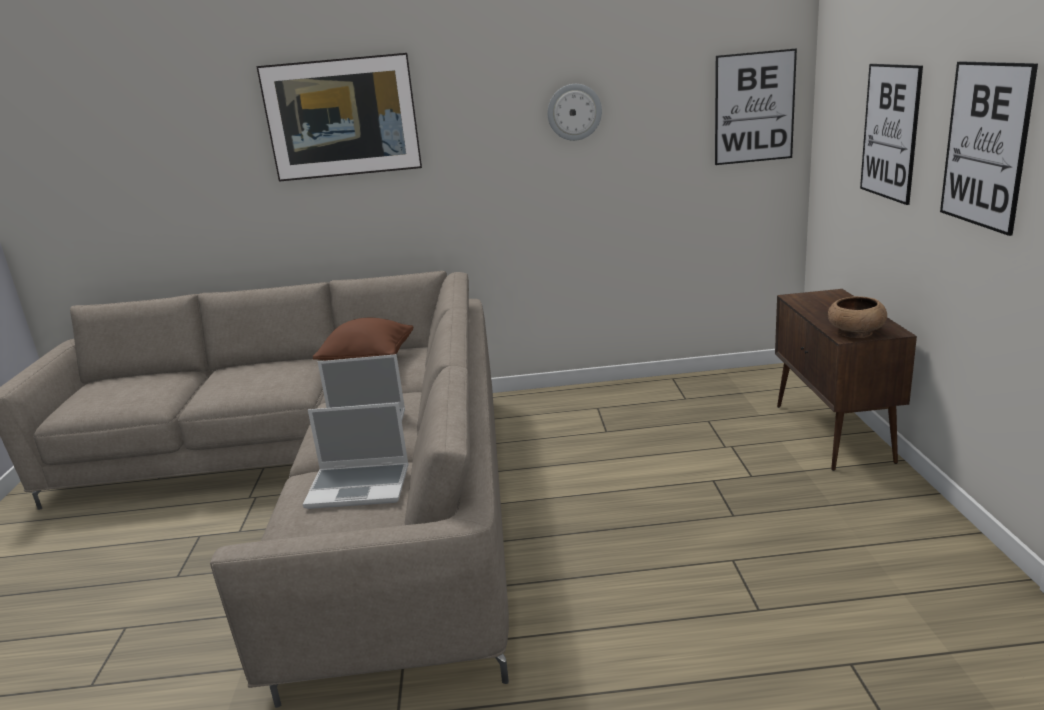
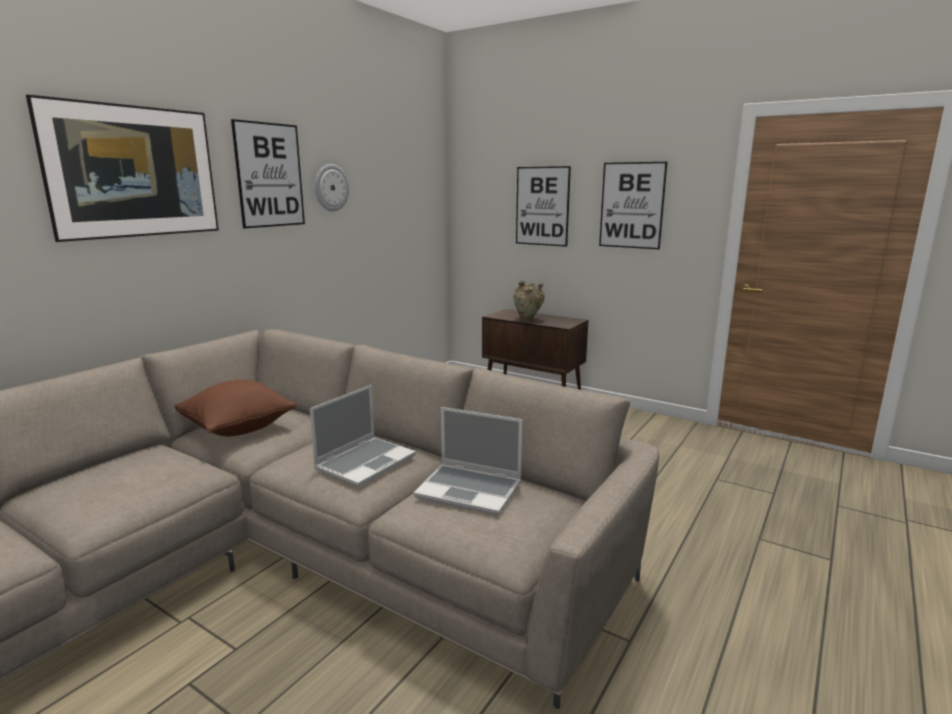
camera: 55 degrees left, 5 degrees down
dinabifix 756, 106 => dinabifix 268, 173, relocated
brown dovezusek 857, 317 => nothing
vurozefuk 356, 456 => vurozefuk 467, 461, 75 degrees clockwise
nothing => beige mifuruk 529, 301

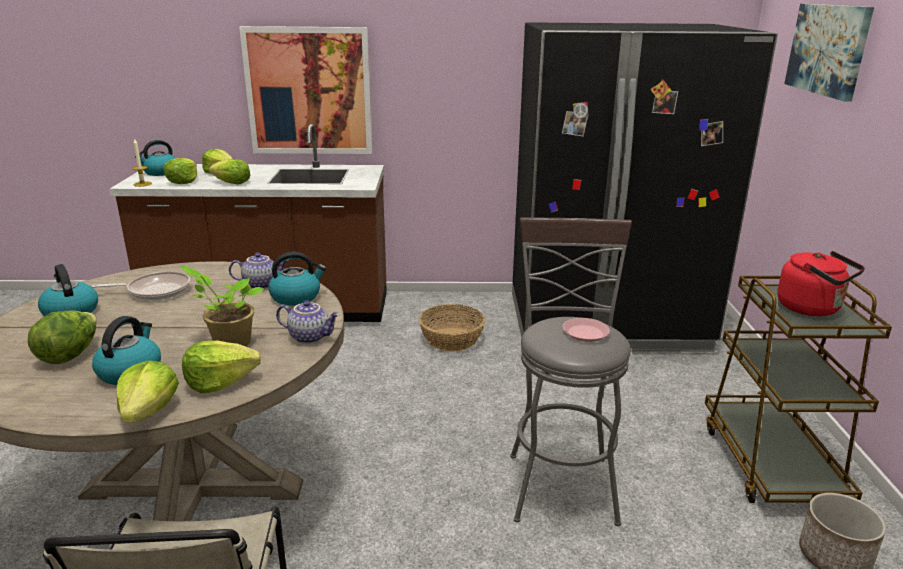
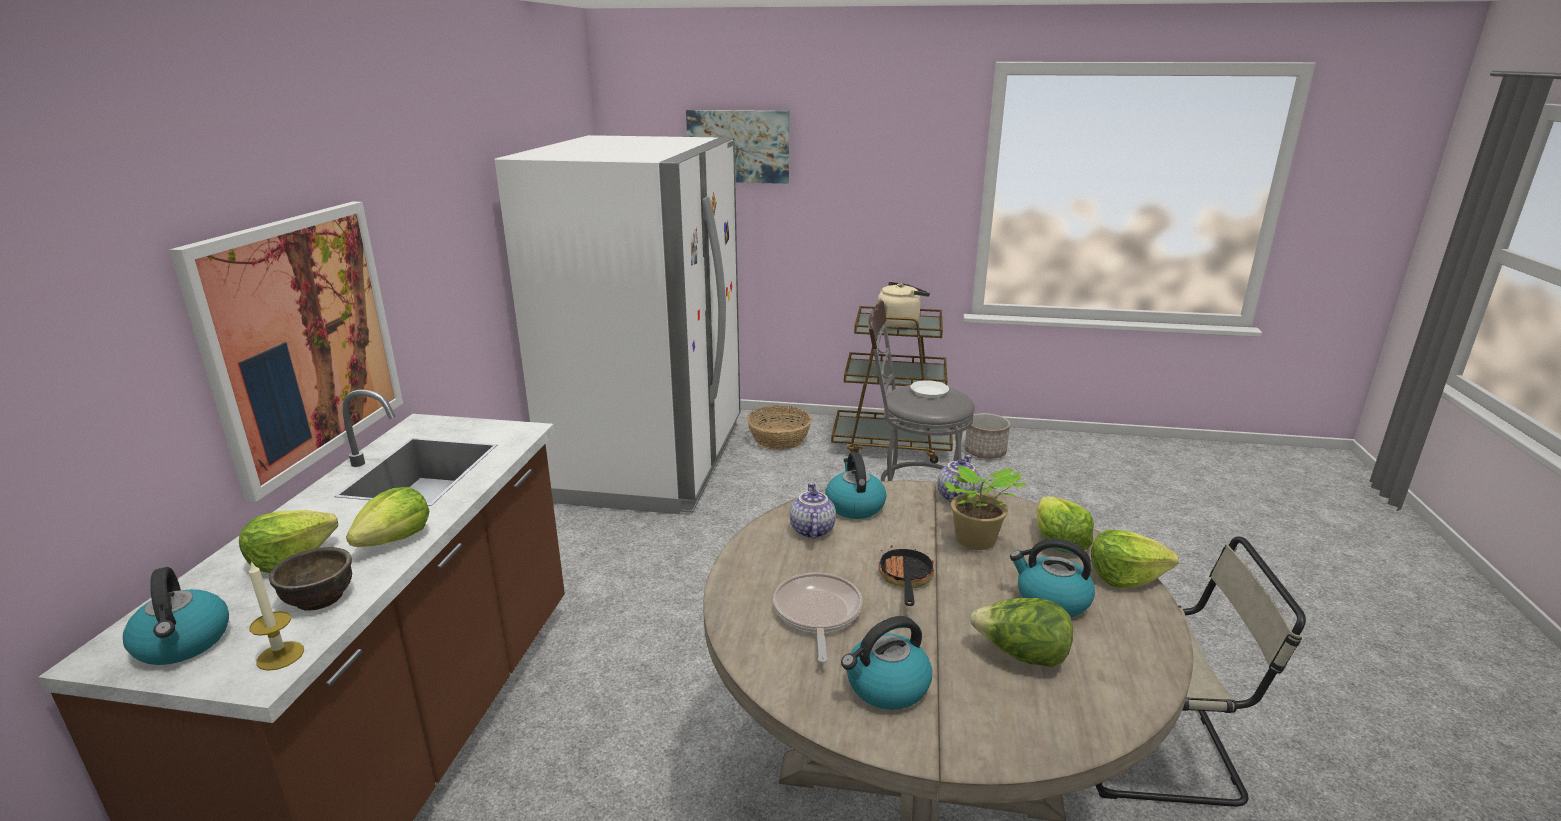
camera: 80 degrees left, 0 degrees up
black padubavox 645, 187 => white padubavox 617, 324
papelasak 180, 171 => brown dovezusek 310, 579
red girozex 821, 283 => beige girozex 903, 304
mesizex 452, 327 => mesizex 779, 427, relocated
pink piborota 586, 330 => white piborota 929, 389
nothing => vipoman 906, 575

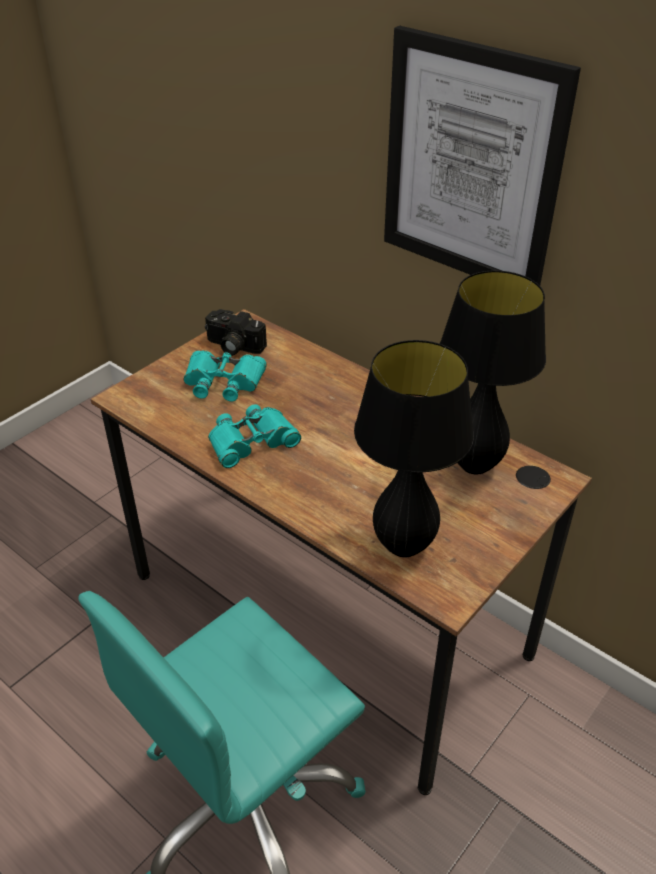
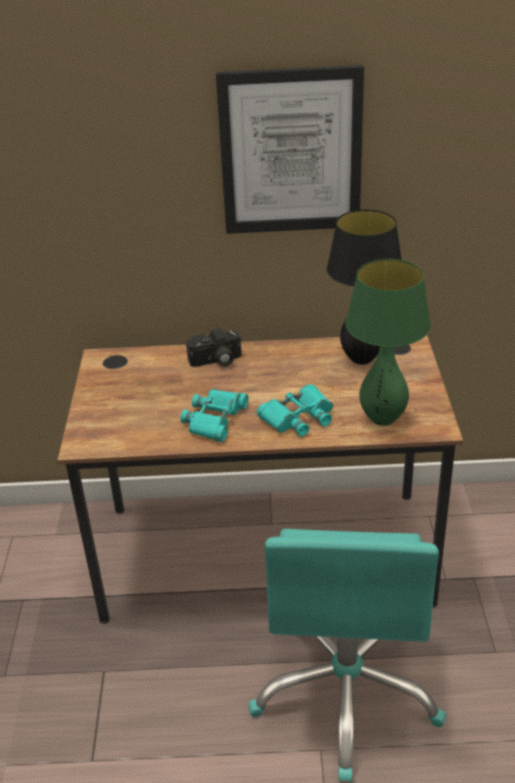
camera: 40 degrees left, 5 degrees down
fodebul 236, 332 => fodebul 213, 347, relocated
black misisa 414, 449 => green misisa 388, 342
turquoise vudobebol 225, 376 => turquoise vudobebol 295, 410, relocated

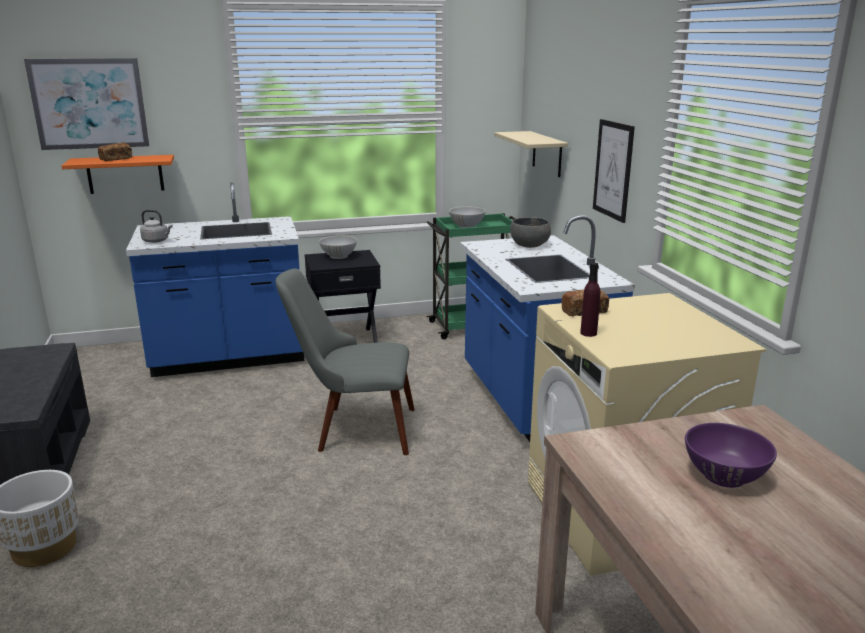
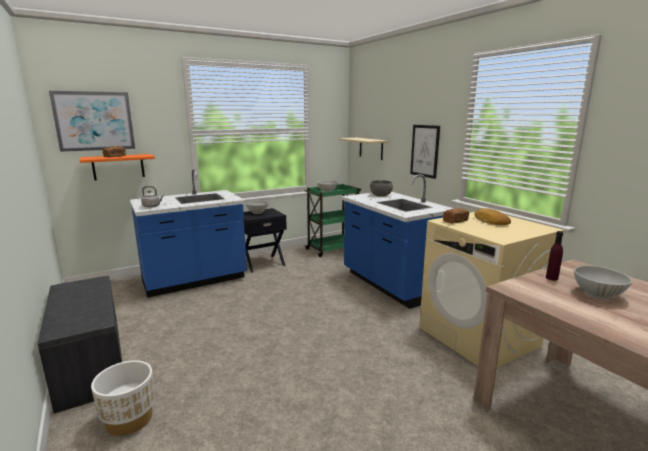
camera: 15 degrees left, 5 degrees down
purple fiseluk 590, 299 => purple fiseluk 554, 256, relocated
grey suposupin 345, 361 => nothing
purple dovezusek 731, 455 => white dovezusek 603, 282
nothing => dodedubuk 492, 216

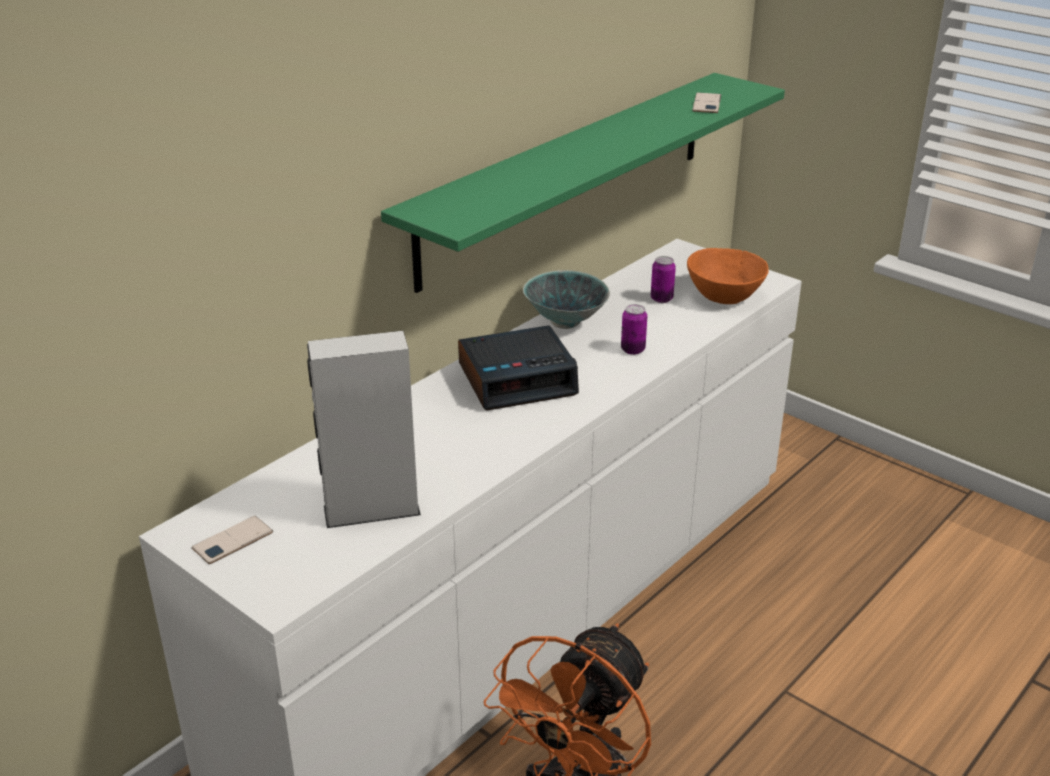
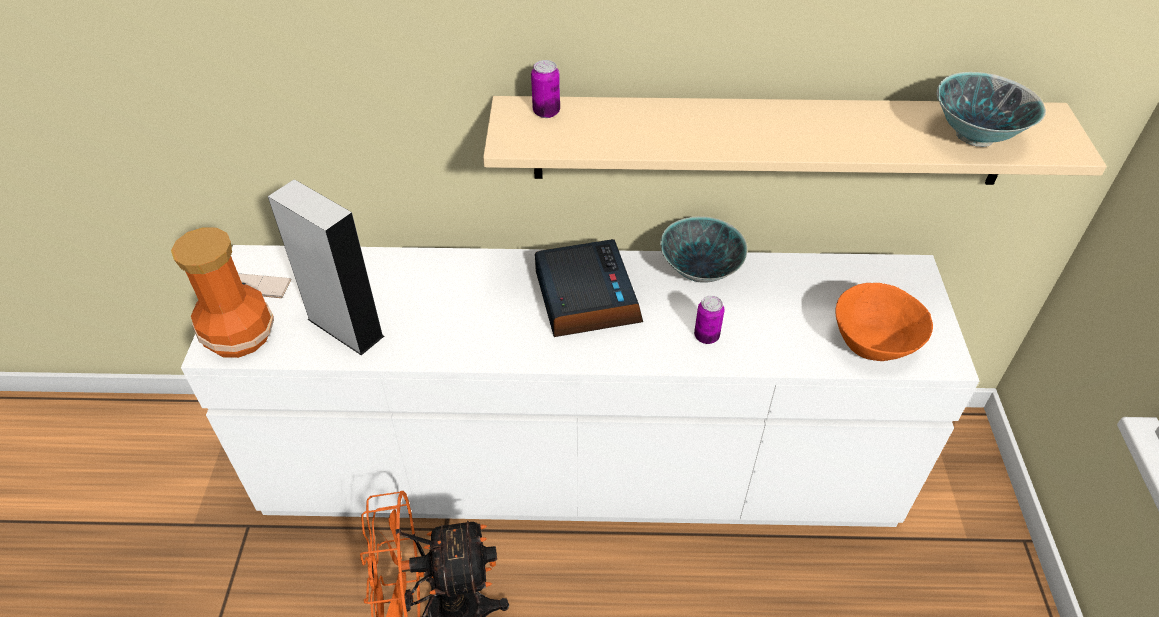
camera: 50 degrees right, 15 degrees up
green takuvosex 583, 183 => beige takuvosex 795, 140
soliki 706, 102 => dovezusek 991, 109
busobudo 663, 279 => busobudo 545, 89, relocated
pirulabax 518, 368 => pirulabax 589, 288, 135 degrees counterclockwise
nothing => mifuruk 222, 292

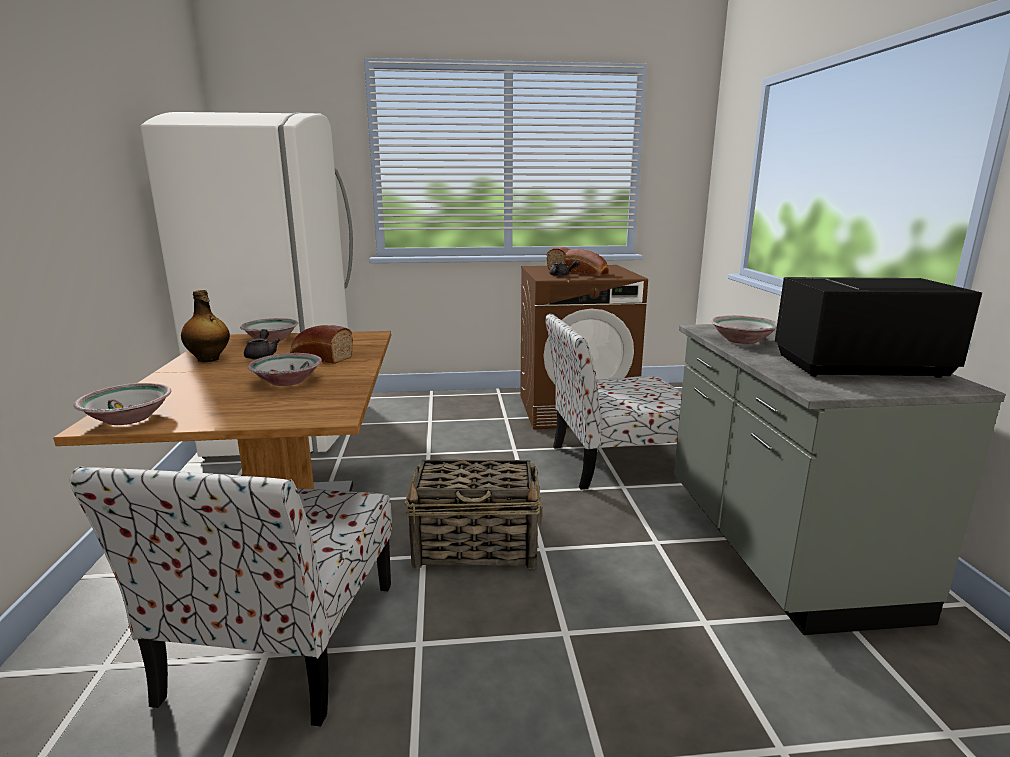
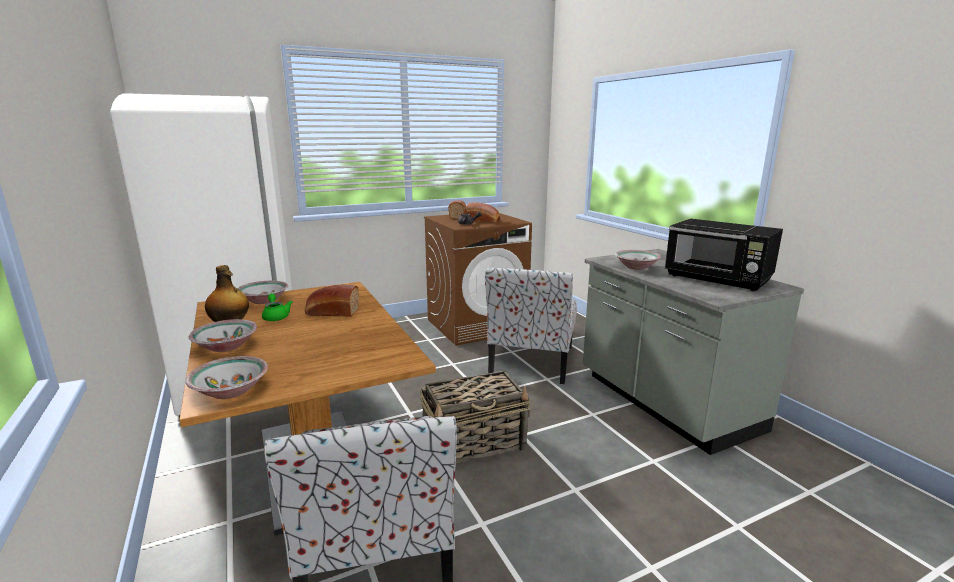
camera: 20 degrees left, 0 degrees up
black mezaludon 878, 327 => black mezaludon 724, 255, 120 degrees counterclockwise
suposupin 613, 402 => suposupin 531, 325, 45 degrees counterclockwise
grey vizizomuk 262, 344 => green vizizomuk 277, 307
dovezusek 285, 369 => dovezusek 223, 335, relocated

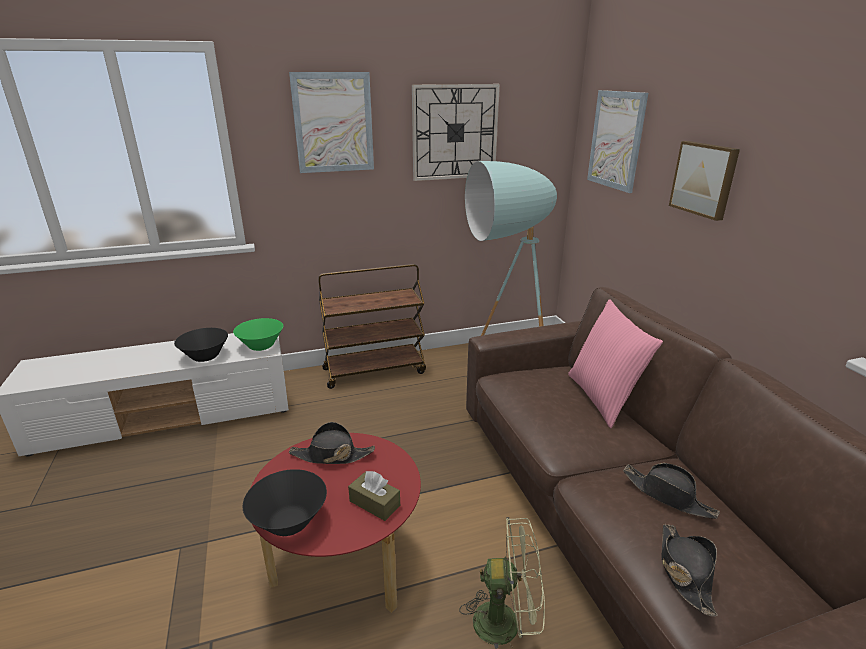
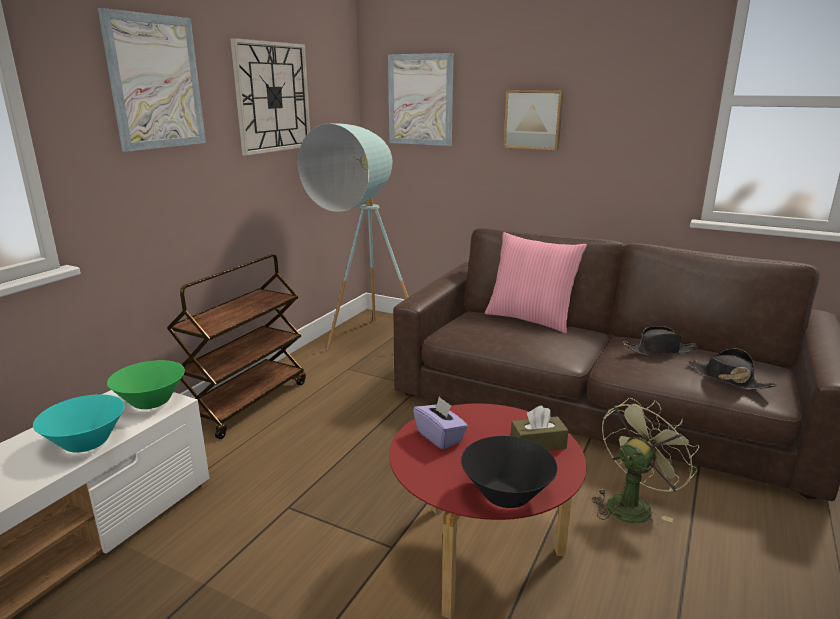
camera: 45 degrees left, 5 degrees down
black dovezusek 201, 345 => turquoise dovezusek 79, 423
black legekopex 332, 443 => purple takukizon 440, 423

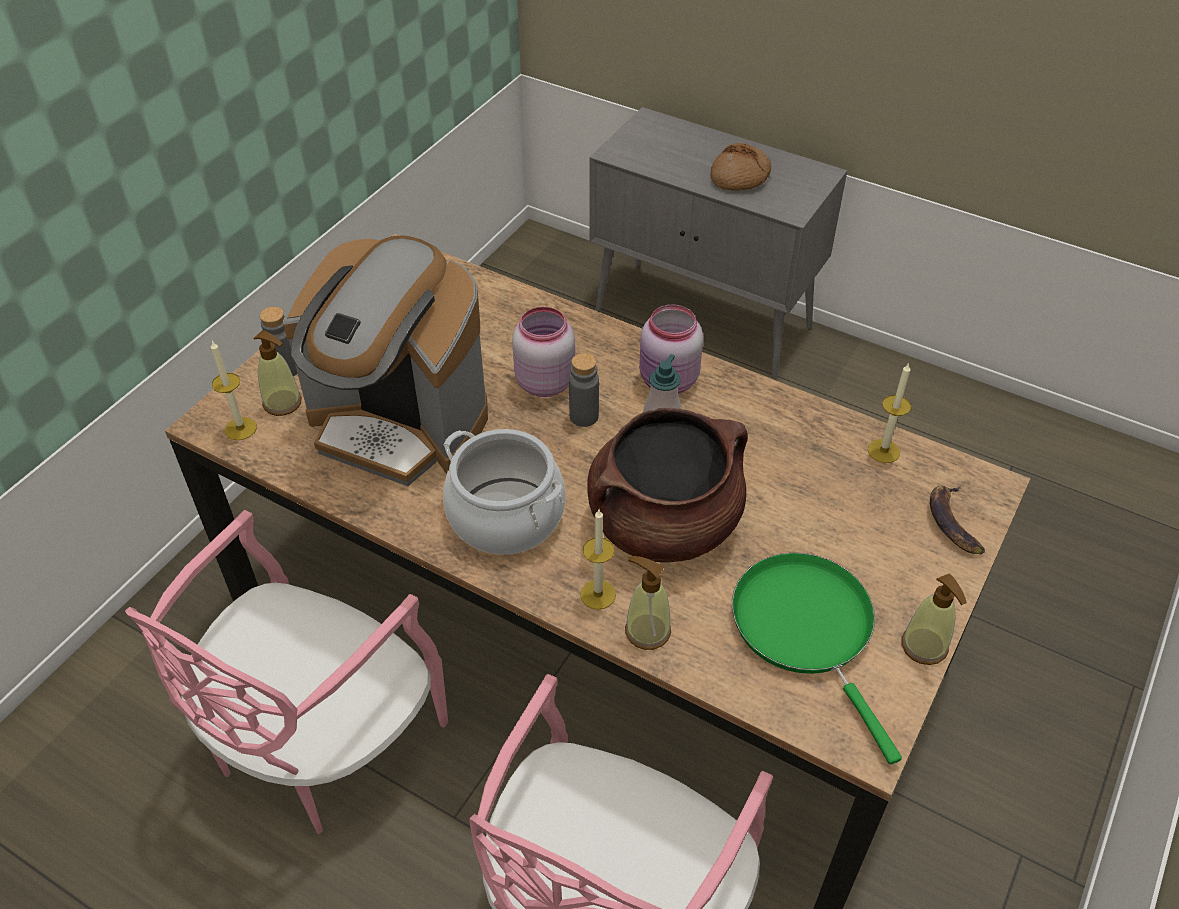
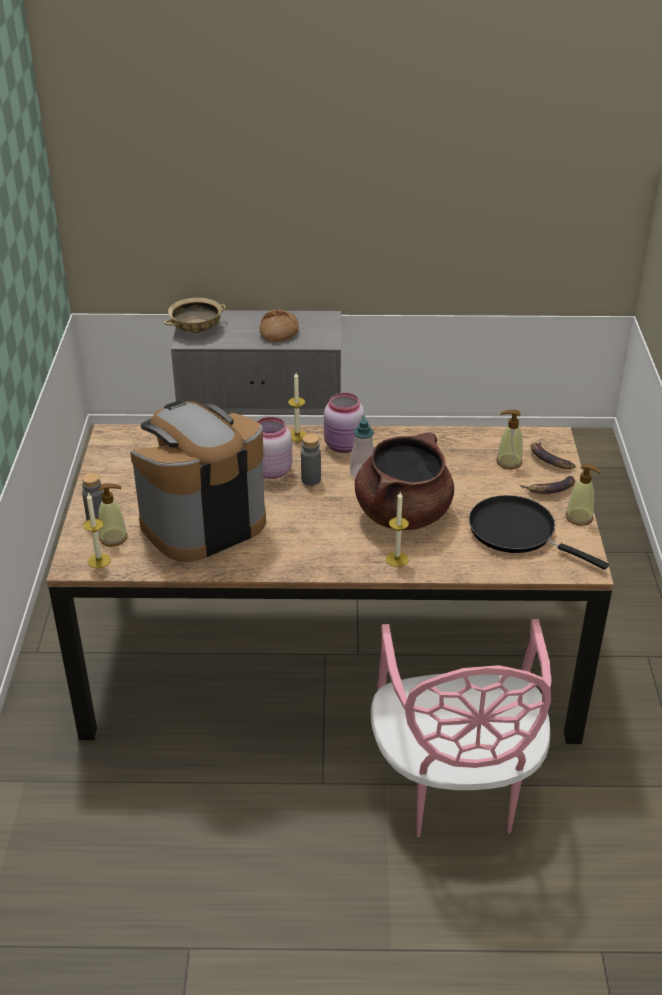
camera: 30 degrees left, 10 degrees down
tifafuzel 385, 360 => tifafuzel 198, 481, 150 degrees clockwise
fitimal 889, 413 => fitimal 297, 407, relocated
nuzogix 504, 492 => nothing
pink suposupin 286, 672 => nothing
green vipoman 817, 658 => black vipoman 539, 532
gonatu 648, 603 => gonatu 509, 439, relocated
nothing => beige dovezusek 195, 316
nothing => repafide 547, 485

